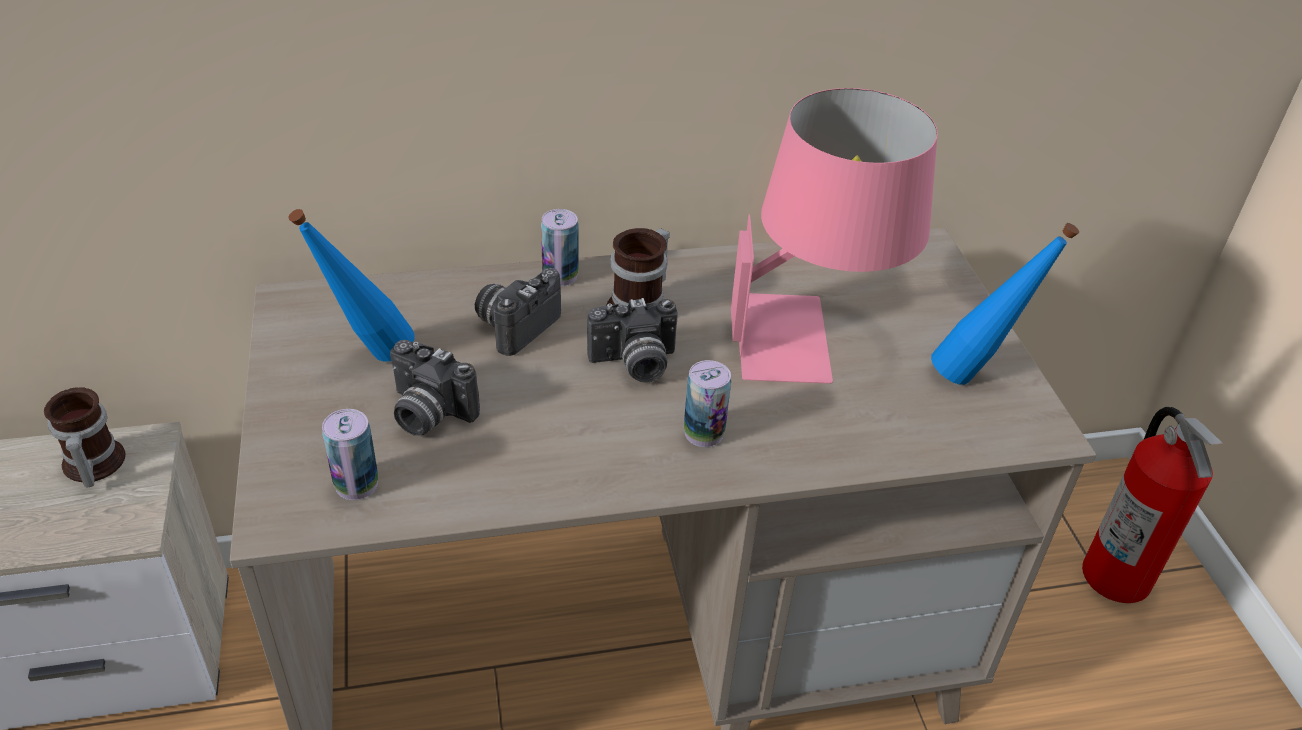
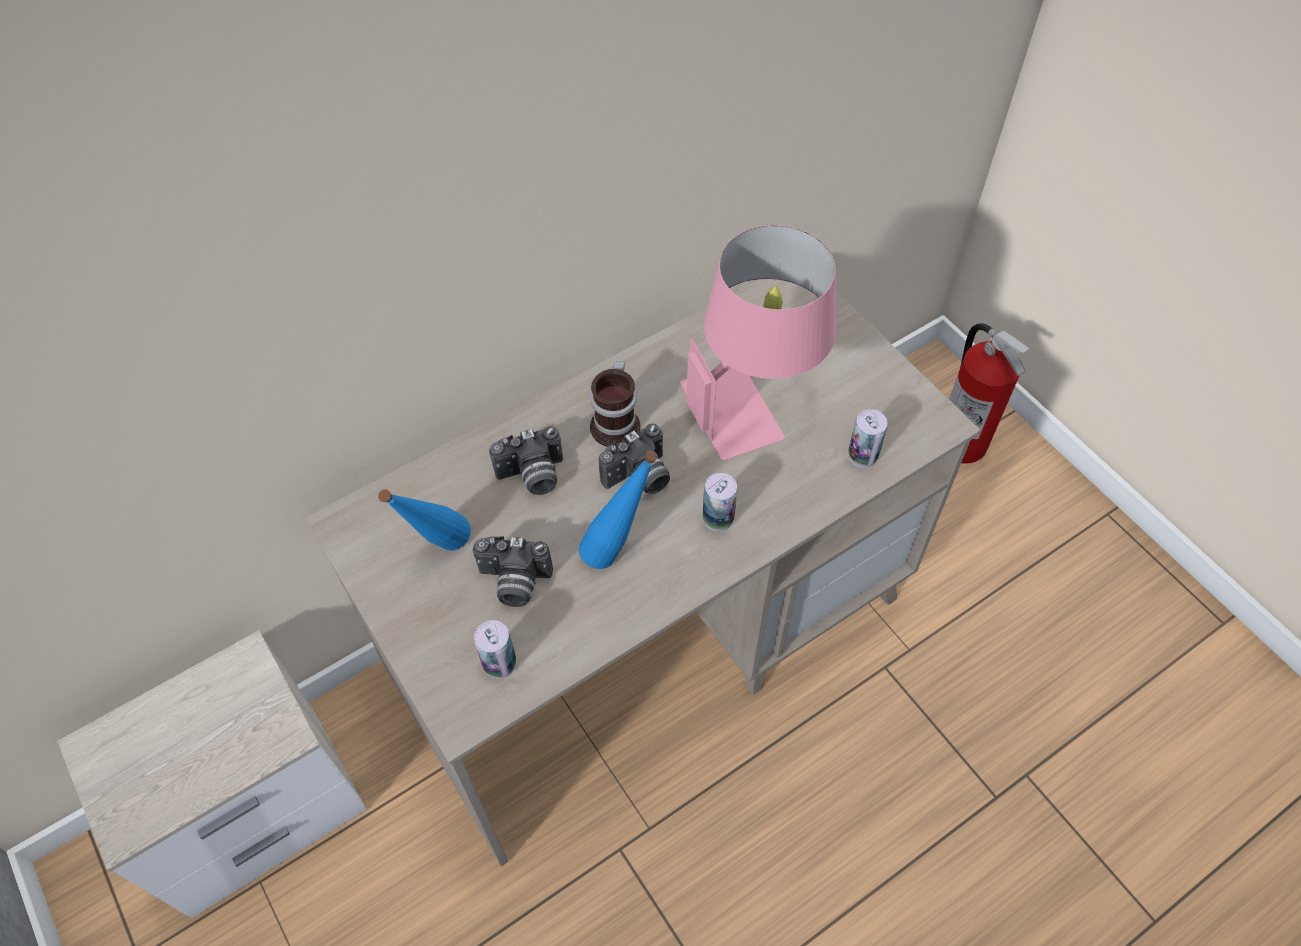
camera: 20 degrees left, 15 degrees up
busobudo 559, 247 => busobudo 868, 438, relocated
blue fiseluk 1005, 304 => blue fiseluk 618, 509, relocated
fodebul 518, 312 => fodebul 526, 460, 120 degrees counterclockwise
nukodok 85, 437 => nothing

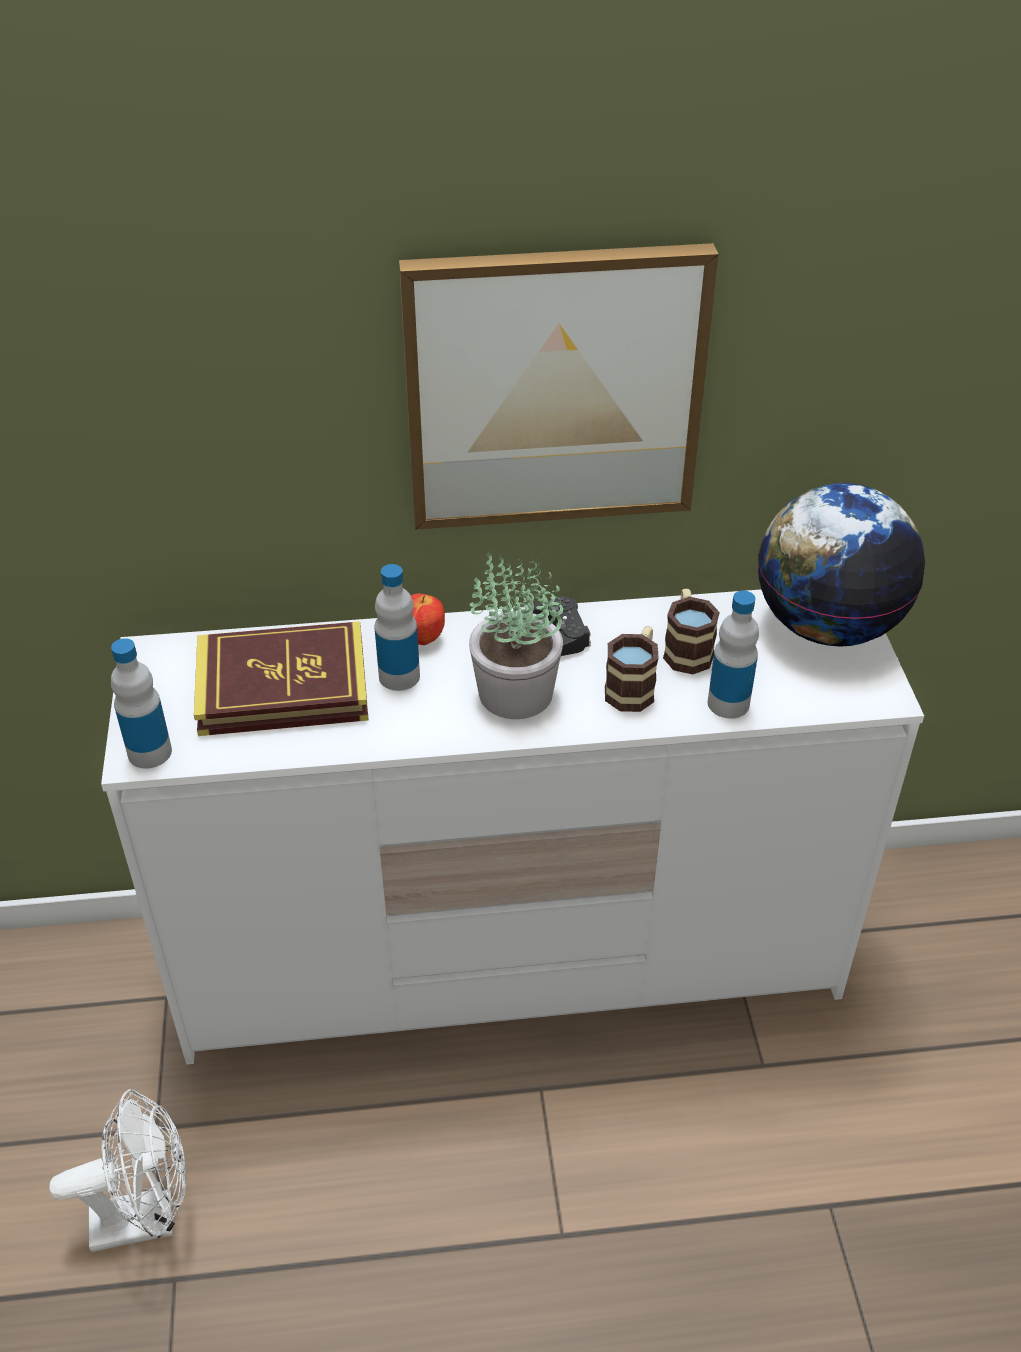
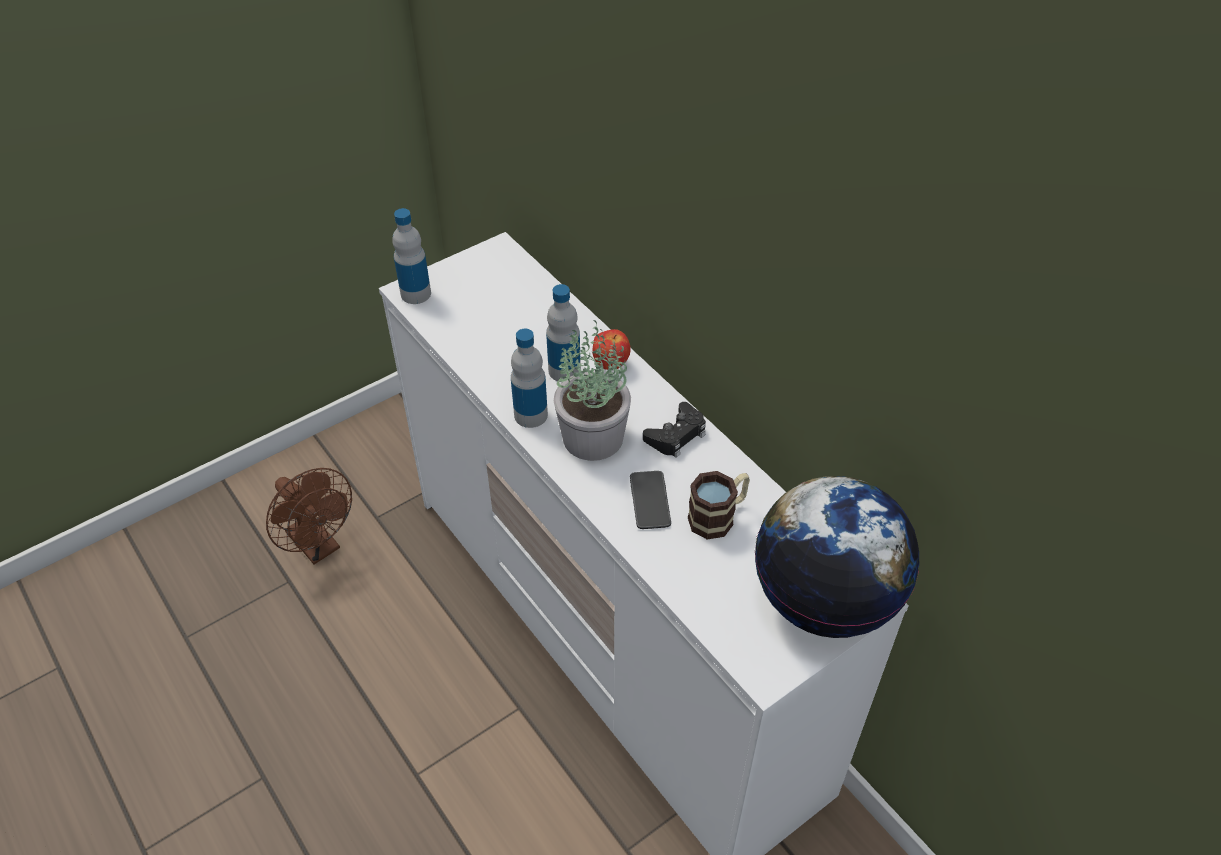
camera: 60 degrees right, 5 degrees up
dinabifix 558, 386 => nothing
fiseluk 733, 655 => fiseluk 529, 378, relocated
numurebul 281, 678 => nothing
nukodok 632, 669 => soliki 650, 500
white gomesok 117, 1170 => brown gomesok 309, 516

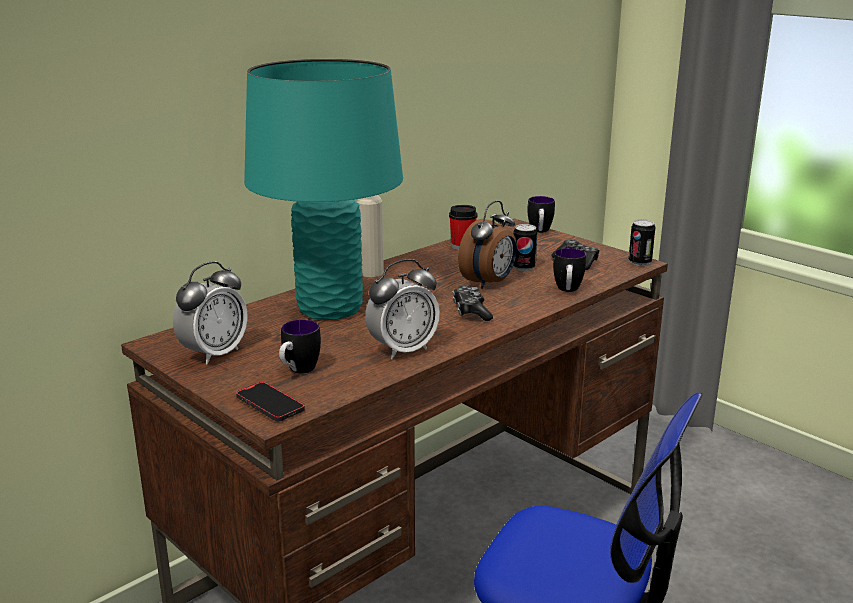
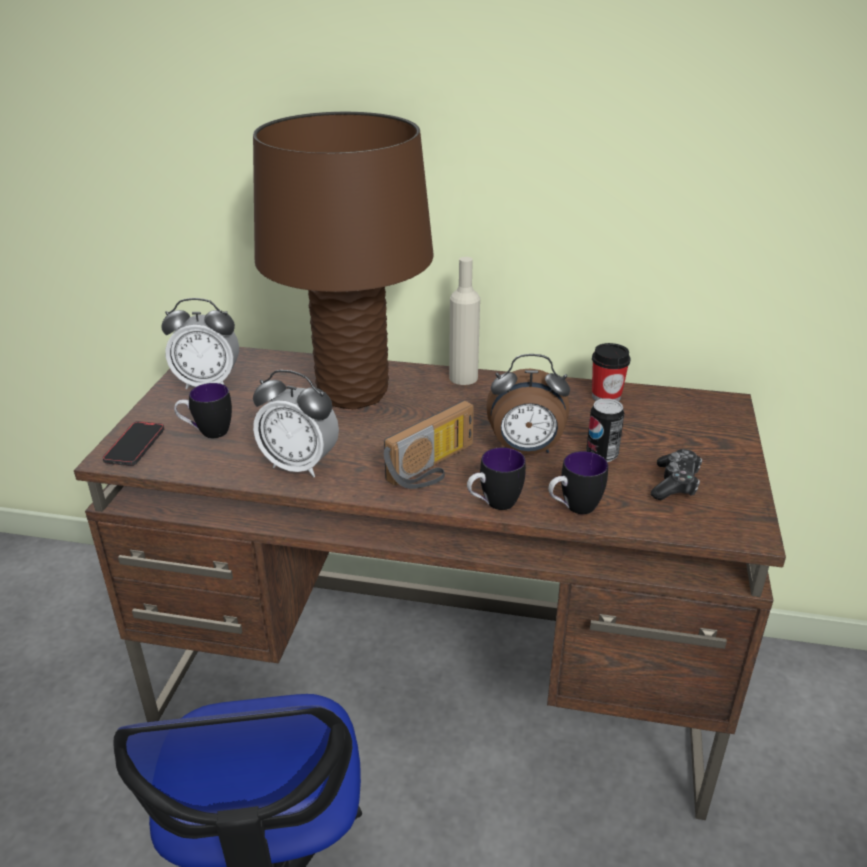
camera: 55 degrees right, 10 degrees up
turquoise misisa 323, 189 => brown misisa 343, 260
nukodok 541, 214 => nukodok 496, 478, relocated
busobudo 642, 242 => nothing
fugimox 472, 303 => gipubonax 429, 444

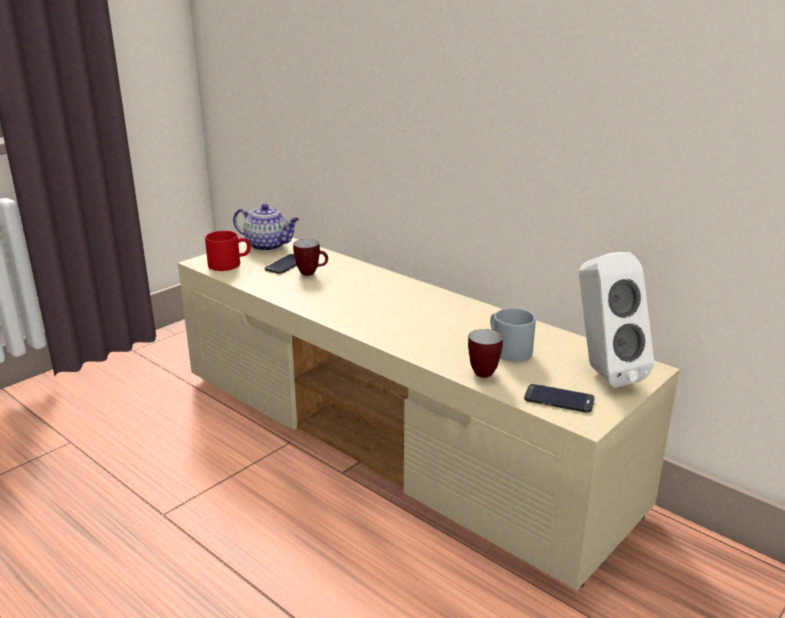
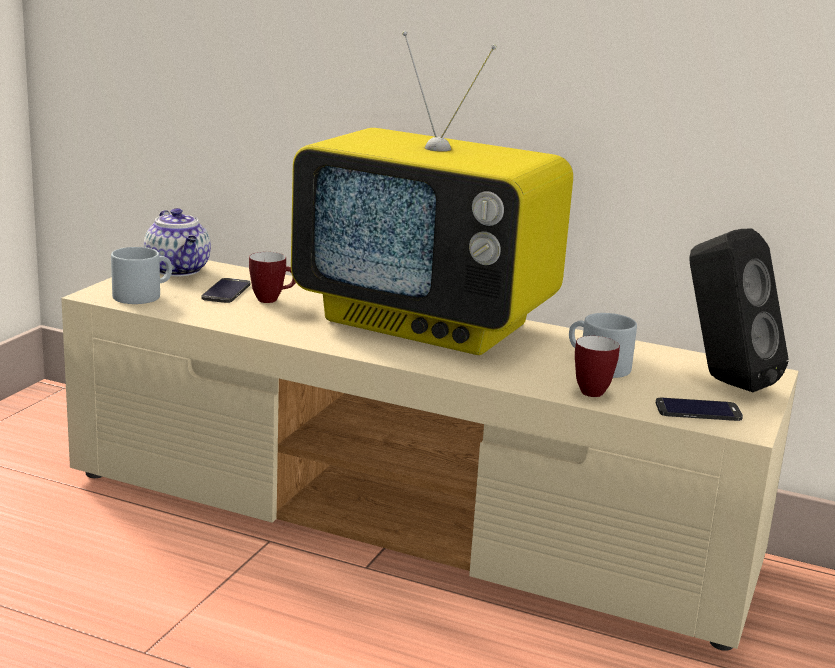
camera: 20 degrees left, 5 degrees down
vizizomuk 266, 227 => vizizomuk 177, 242, 60 degrees clockwise
red nukodok 228, 251 => grey nukodok 141, 275
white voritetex 616, 320 => black voritetex 738, 310
nothing => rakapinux 432, 193

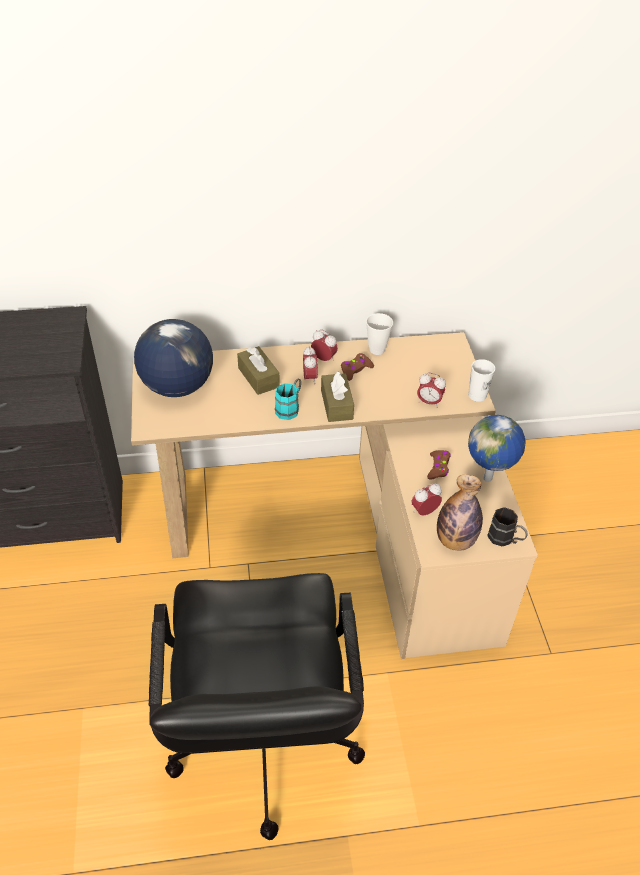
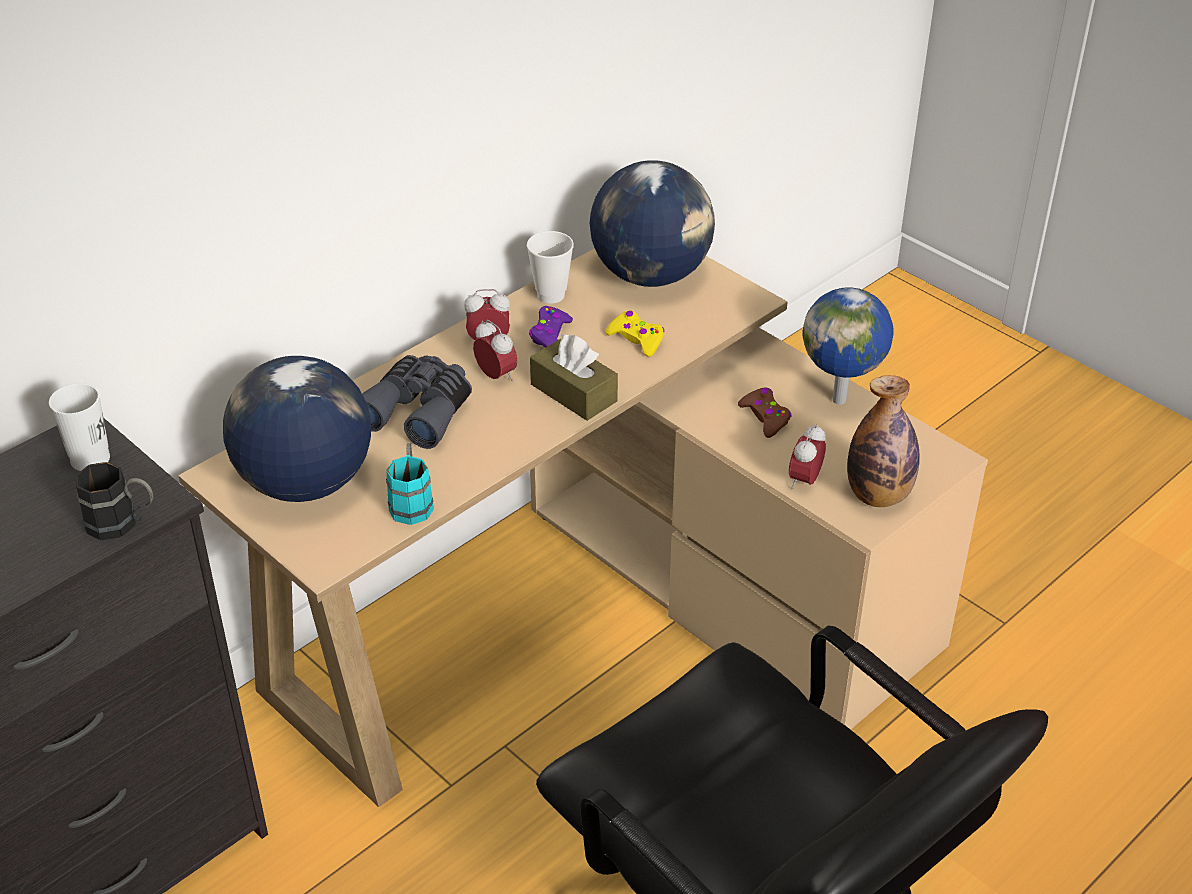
camera: 35 degrees left, 5 degrees down
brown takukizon 258, 370 => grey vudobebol 417, 402
brown fugimox 357, 367 => purple fugimox 551, 327
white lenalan 481, 380 => white lenalan 79, 427, relocated
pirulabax 431, 390 => nothing
turquoise nukodok 288, 399 => turquoise nukodok 410, 484, relocated
black nukodok 507, 526 => black nukodok 114, 501, relocated
nothing => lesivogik 652, 223
nothing => yellow fugimox 635, 333

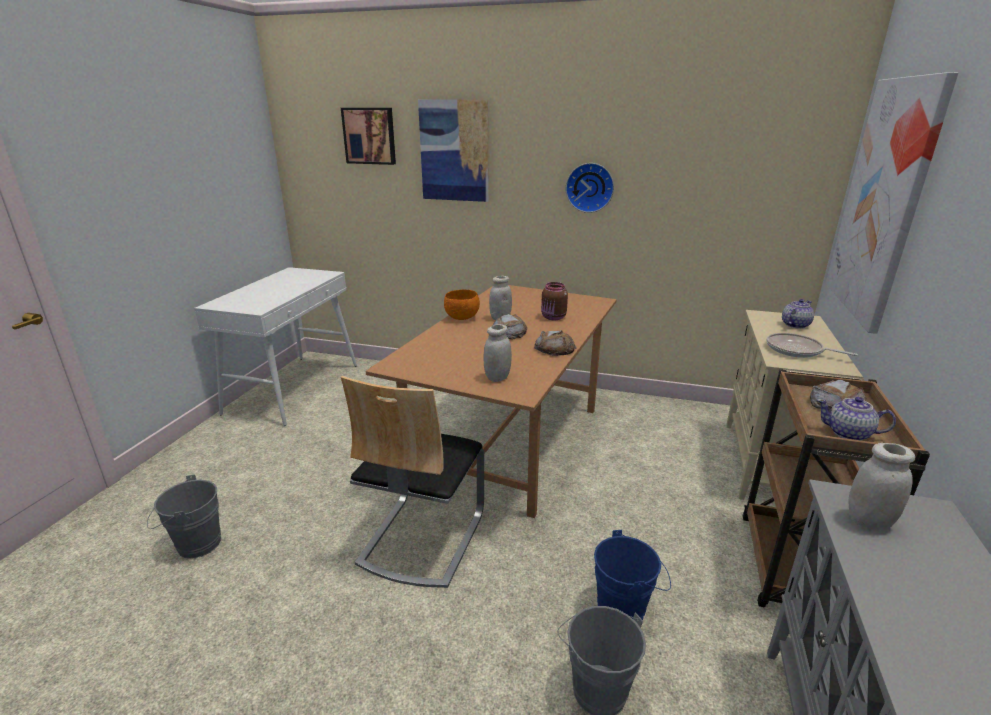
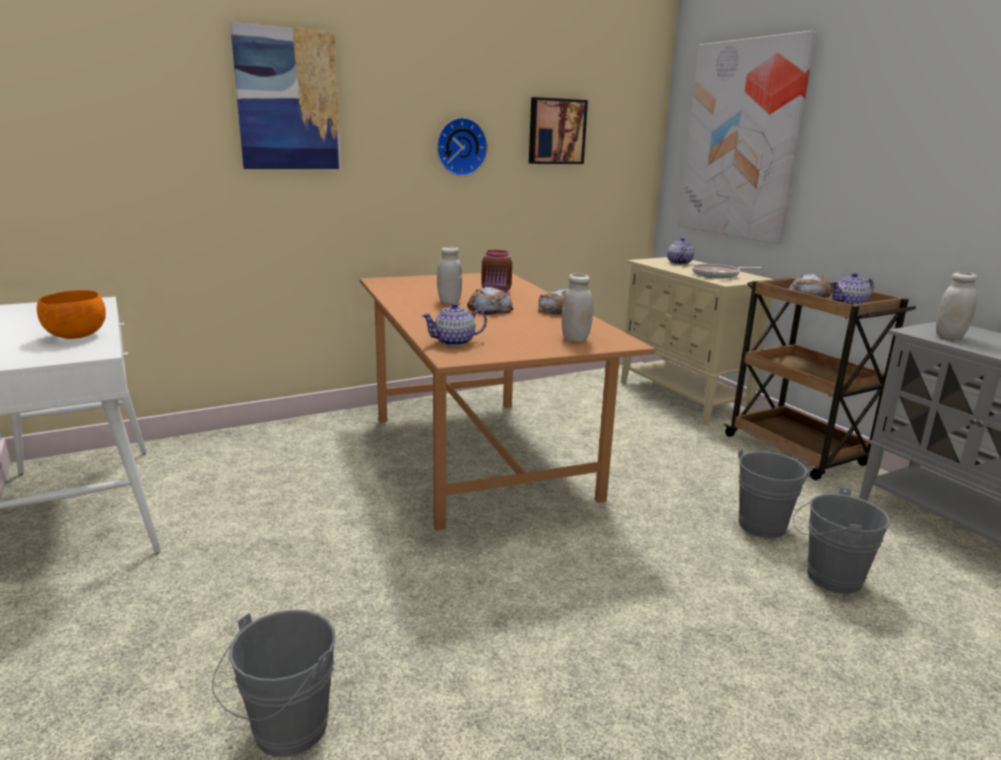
camera: 45 degrees left, 5 degrees down
dinabifix 368, 136 => dinabifix 558, 130, relocated
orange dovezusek 462, 305 => orange dovezusek 71, 314, relocated
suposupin 412, 482 => nothing
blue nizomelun 632, 575 => grey nizomelun 774, 493
nothing => vizizomuk 454, 324

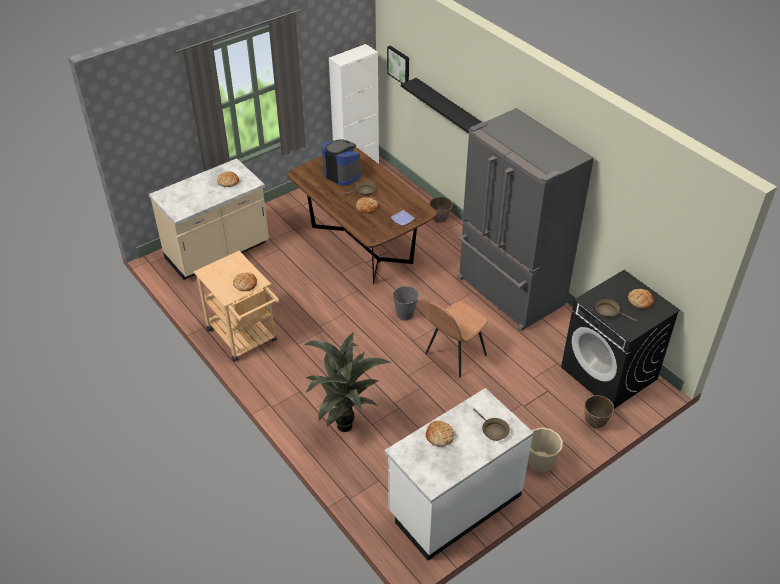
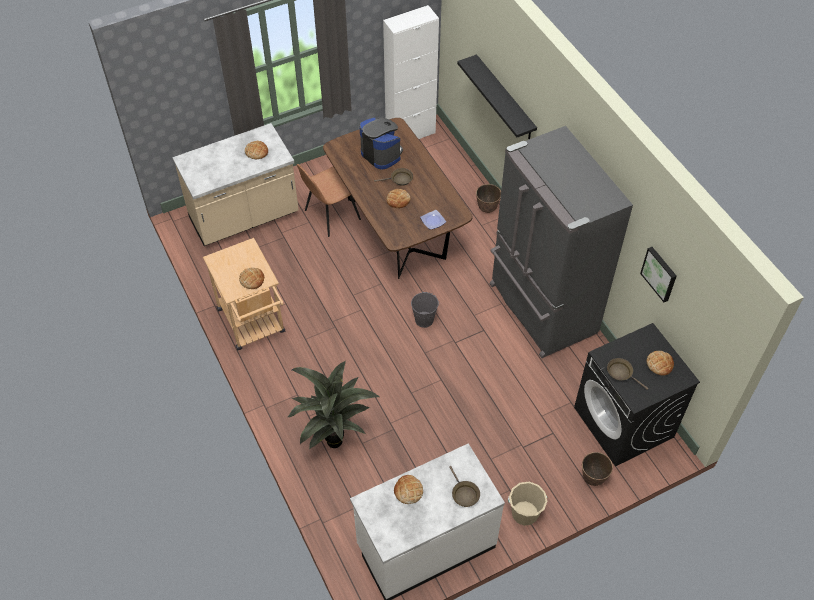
camera: 10 degrees right, 10 degrees up
dinabifix 398, 64 => dinabifix 658, 274, relocated
brown suposupin 456, 339 => brown suposupin 329, 200, relocated

